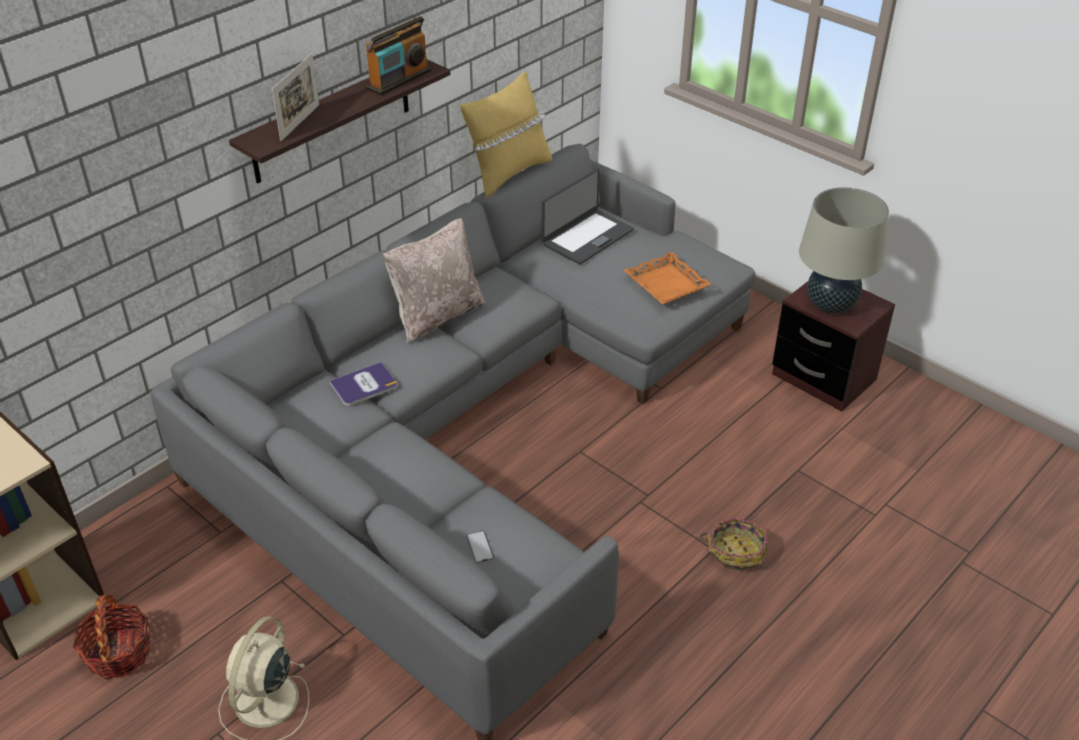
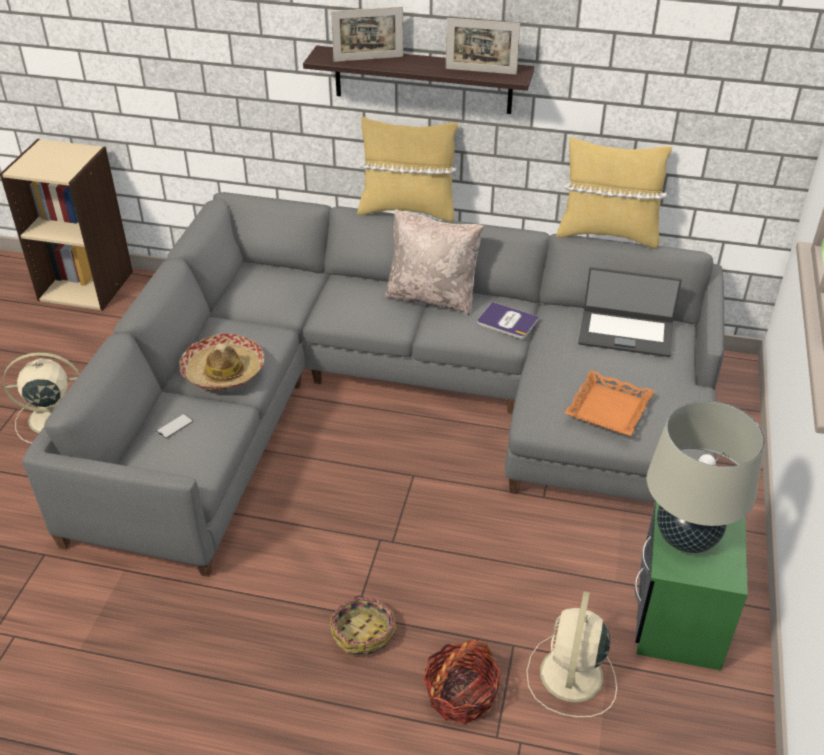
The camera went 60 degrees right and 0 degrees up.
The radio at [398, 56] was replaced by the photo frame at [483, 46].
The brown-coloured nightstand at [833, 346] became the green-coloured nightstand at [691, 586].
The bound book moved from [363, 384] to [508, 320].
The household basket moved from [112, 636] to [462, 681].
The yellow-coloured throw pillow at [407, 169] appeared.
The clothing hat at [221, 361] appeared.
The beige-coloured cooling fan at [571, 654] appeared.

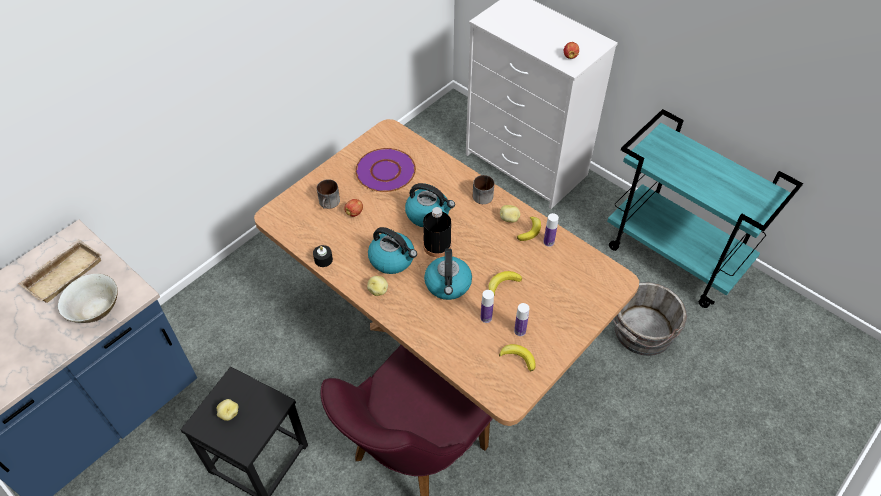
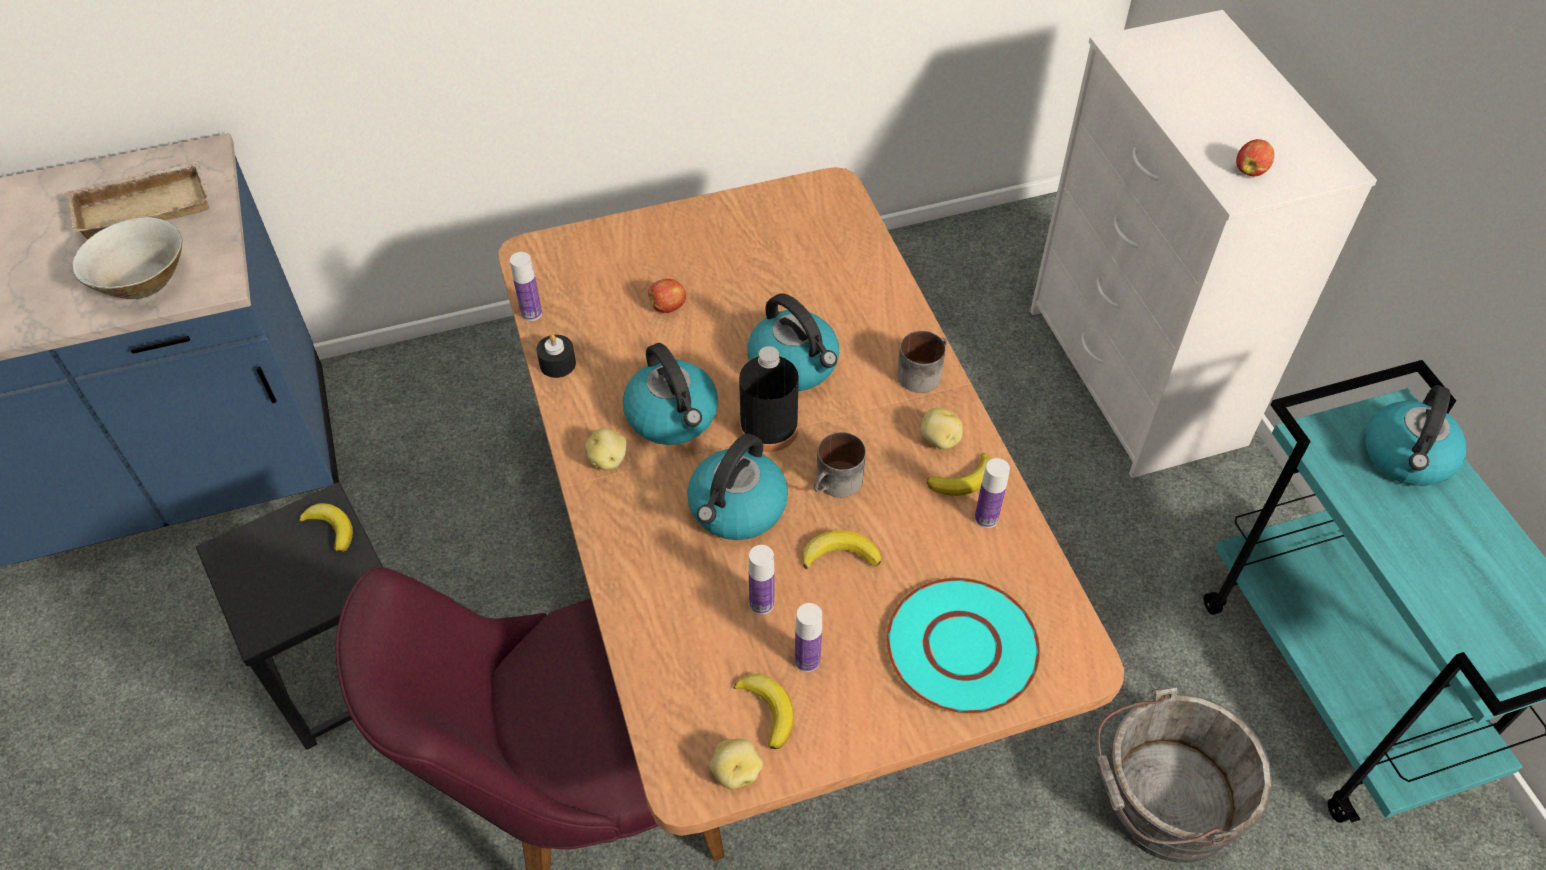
The camera went 30 degrees right and 0 degrees up.
The purple dinner plate at [385, 170] disappeared.
The tea mug moved from [328, 194] to [840, 464].
The potato moved from [228, 410] to [736, 764].
The bottle at [526, 286] appeared.
The tea kettle at [1415, 435] appeared.
The whole banana at [326, 528] appeared.
The turquoise dinner plate at [963, 646] appeared.

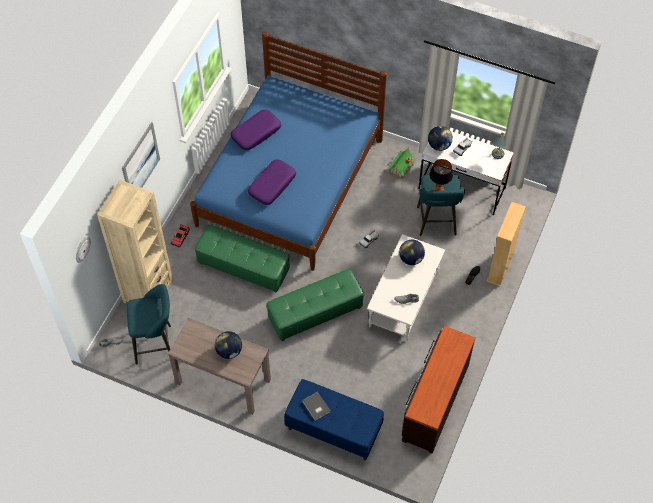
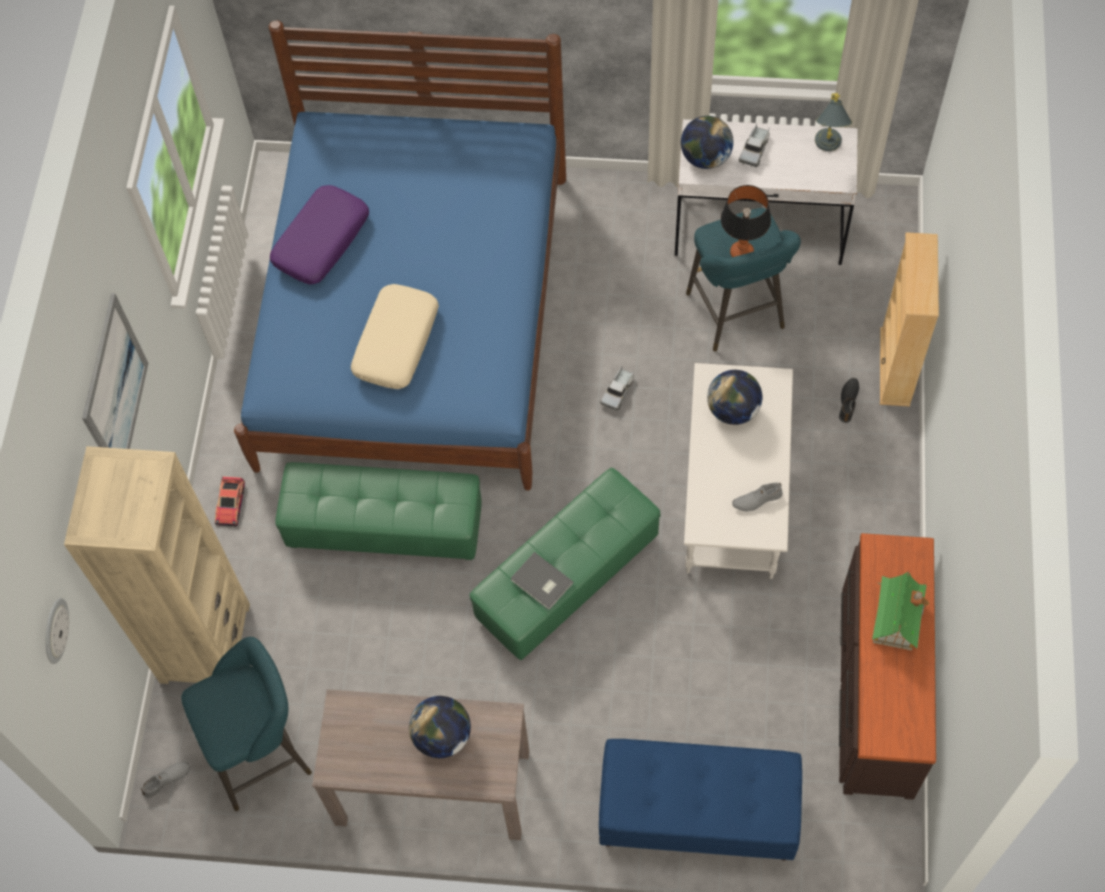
The camera went 15 degrees left and 5 degrees up.
The toy house moved from [401, 163] to [900, 610].
The purple throw pillow at [272, 182] became the beige-coloured throw pillow at [395, 336].
The gray bound book moved from [316, 406] to [541, 581].

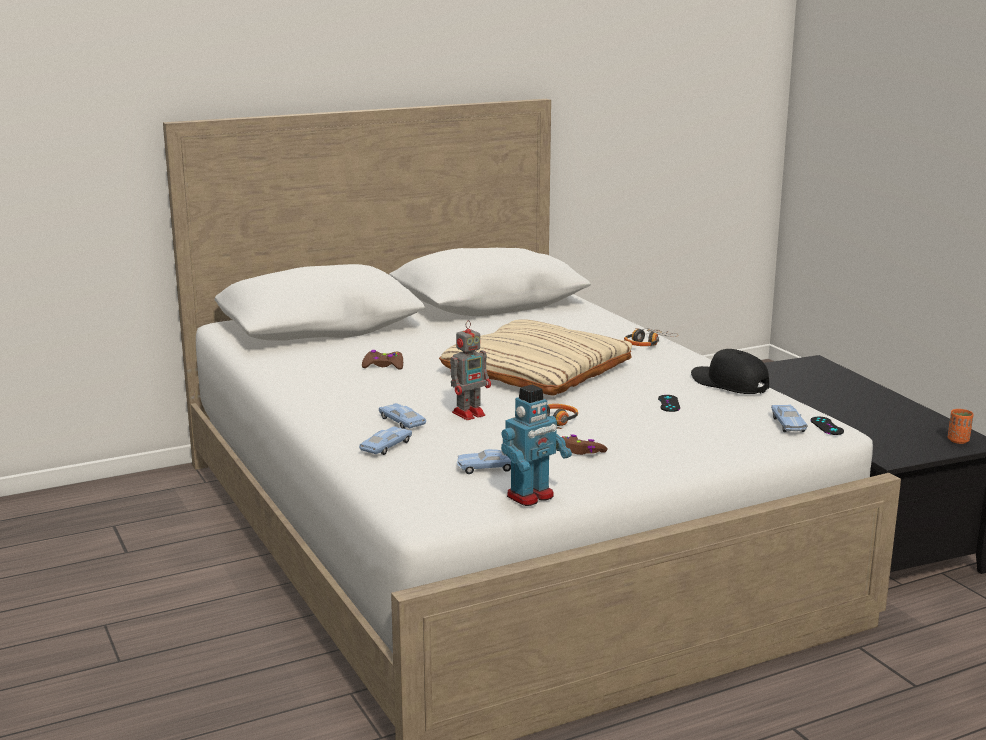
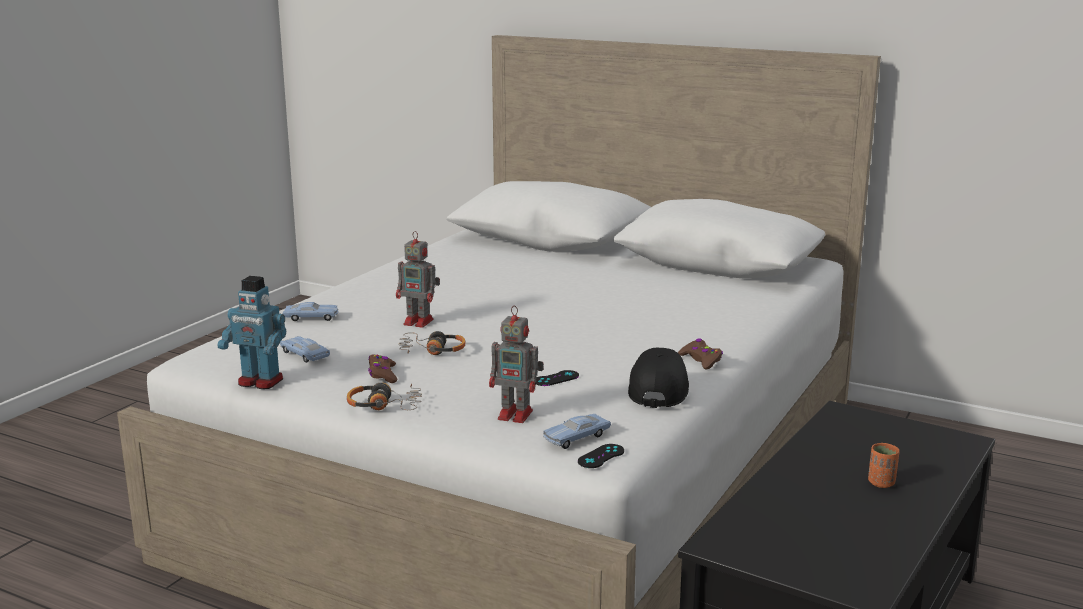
The camera went 55 degrees right and 0 degrees up.
The beige-coloured throw pillow at [535, 357] disappeared.
The headphones moved from [651, 337] to [384, 396].
The brown-coloured gamepad moved from [382, 359] to [700, 353].
The blue-coloured toy car at [402, 416] disappeared.
The orangey drinking cup moved from [961, 426] to [883, 465].
The model robot at [516, 364] appeared.

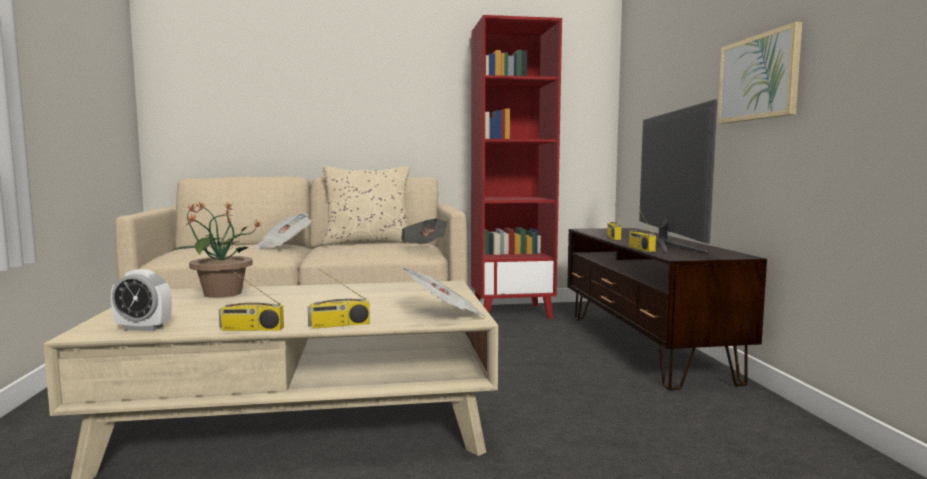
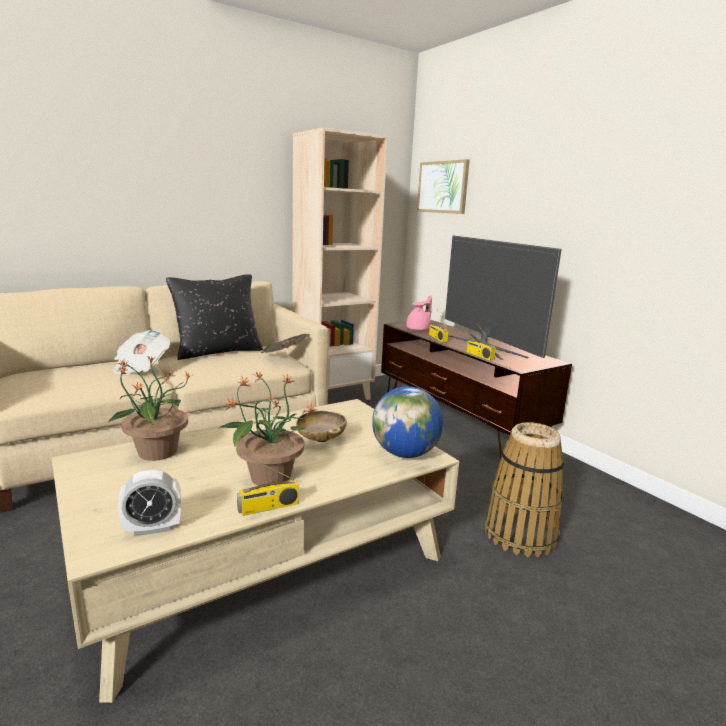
The camera went 25 degrees left and 10 degrees up.
The red bookshelf at [516, 167] became the beige-coloured bookshelf at [340, 263].
The wall art moved from [759, 73] to [443, 186].
The beige-coloured throw pillow at [366, 205] became the black throw pillow at [214, 317].
The daily paper at [444, 292] was replaced by the world globe at [408, 422].
The radio at [339, 299] disappeared.
The pinkish tea pot at [419, 313] appeared.
The plant in a pot at [268, 429] appeared.
The beige-coloured deep dish at [321, 426] appeared.
The household basket at [524, 489] appeared.

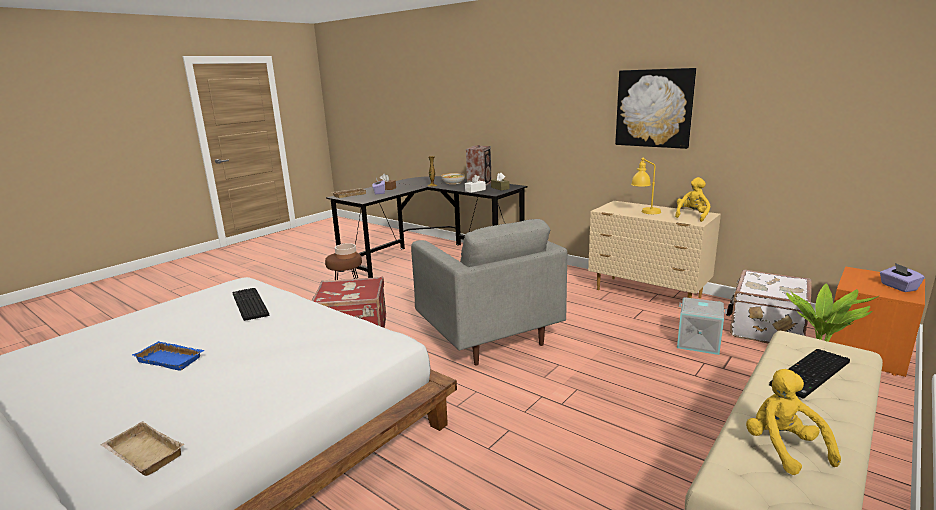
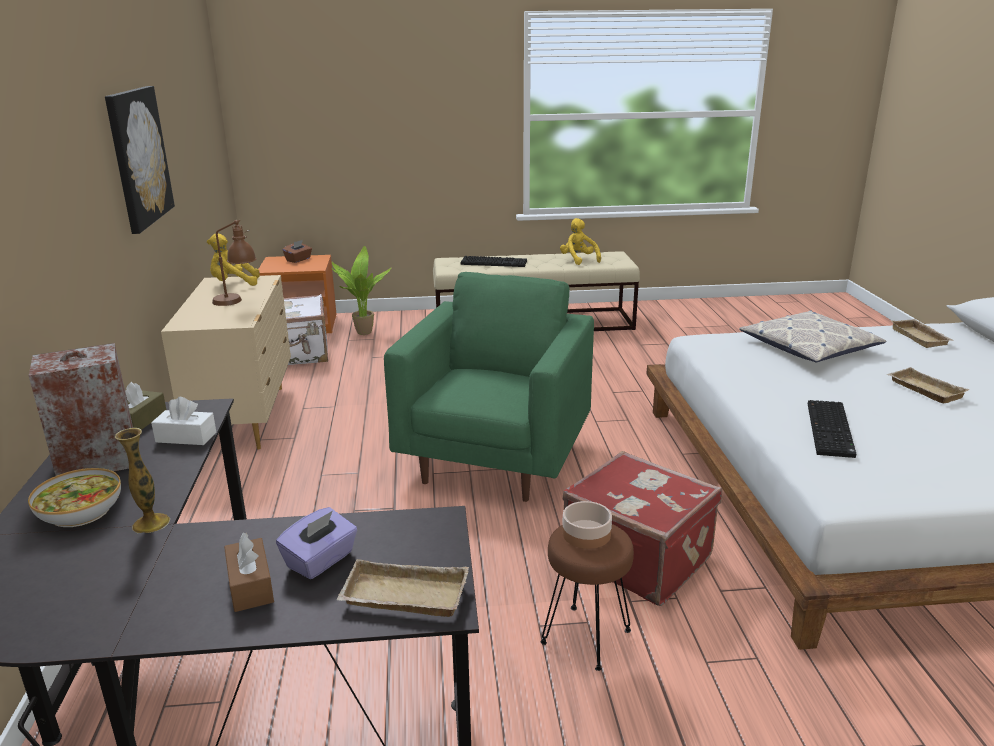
The camera went 135 degrees left and 5 degrees up.
The yellow-coloured tabletop lamp at [646, 186] became the brown-coloured tabletop lamp at [234, 263].
The gray armchair at [489, 292] became the green-coloured armchair at [489, 387].
The purple tissue box at [902, 277] became the brown-coloured tissue box at [297, 251].
The gray storage box at [702, 326] disappeared.
The blue-coloured tray at [168, 356] became the beige-coloured tray at [928, 385].
The yellow-coloured plush toy at [793, 422] turned 120 degrees clockwise.
The throw pillow at [813, 336] appeared.

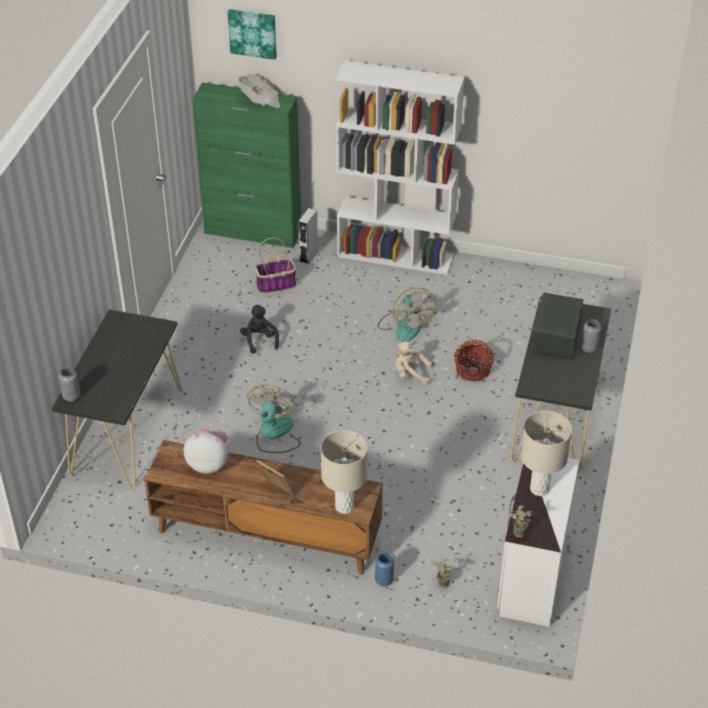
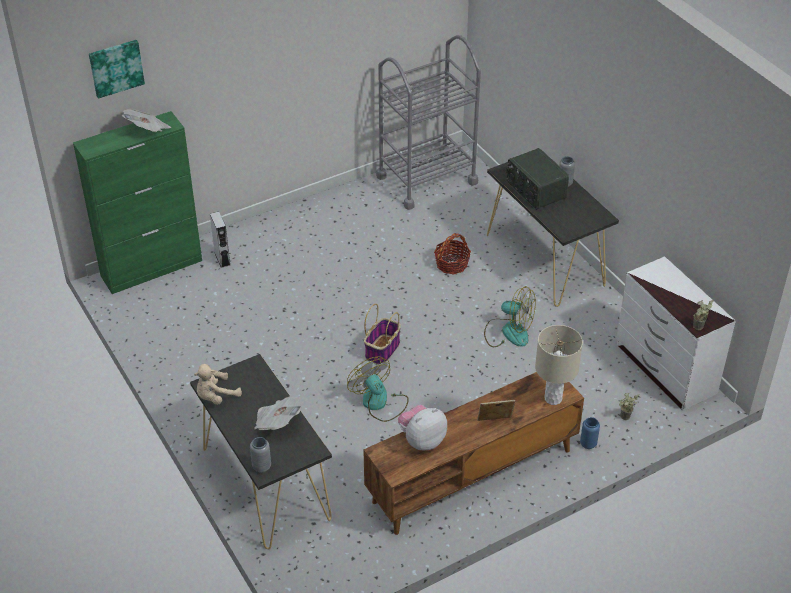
The camera went 45 degrees left and 0 degrees up.
The whitish bookshelf at [400, 167] disappeared.
The household basket moved from [275, 265] to [382, 334].
The cooling fan moved from [407, 315] to [510, 316].
The black plush toy at [259, 329] disappeared.
The beige-coloured plush toy moved from [413, 363] to [218, 384].
The beige-coloured tabletop lamp at [546, 453] disappeared.
The gray cart at [428, 122] appeared.
The daily paper at [277, 413] appeared.

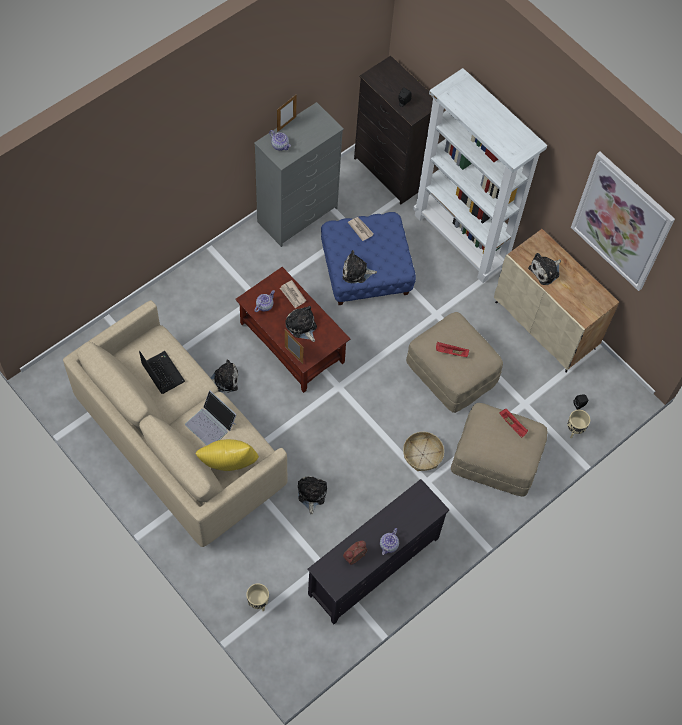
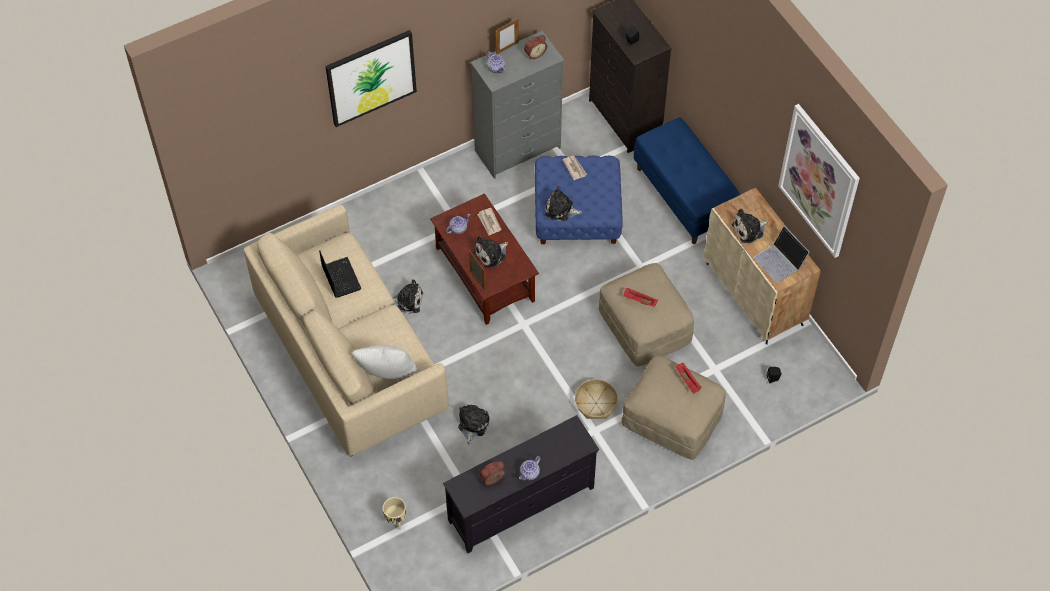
The camera went 15 degrees right and 5 degrees down.
The whitish bookshelf at [480, 175] was replaced by the blue-coloured indoor bench at [687, 180].
The plush toy at [301, 324] turned 105 degrees counterclockwise.
The portable computer moved from [210, 417] to [781, 254].
The beige-coloured flower pot at [578, 424] disappeared.
The yellow-coloured throw pillow at [227, 455] became the whitish throw pillow at [385, 362].
The wall art at [371, 78] appeared.
The alarm clock at [535, 47] appeared.

